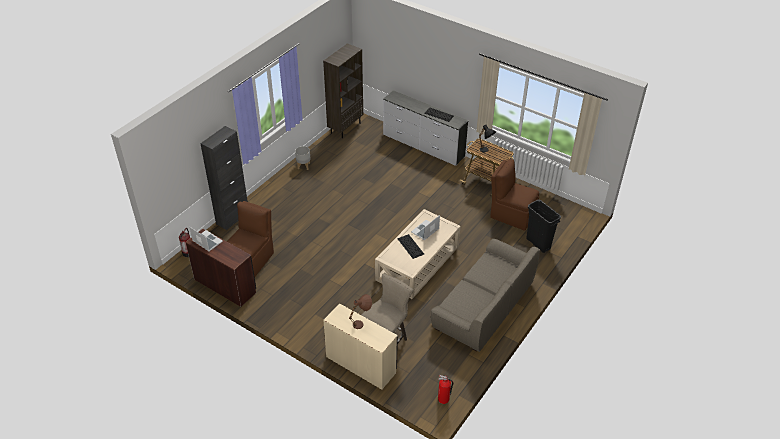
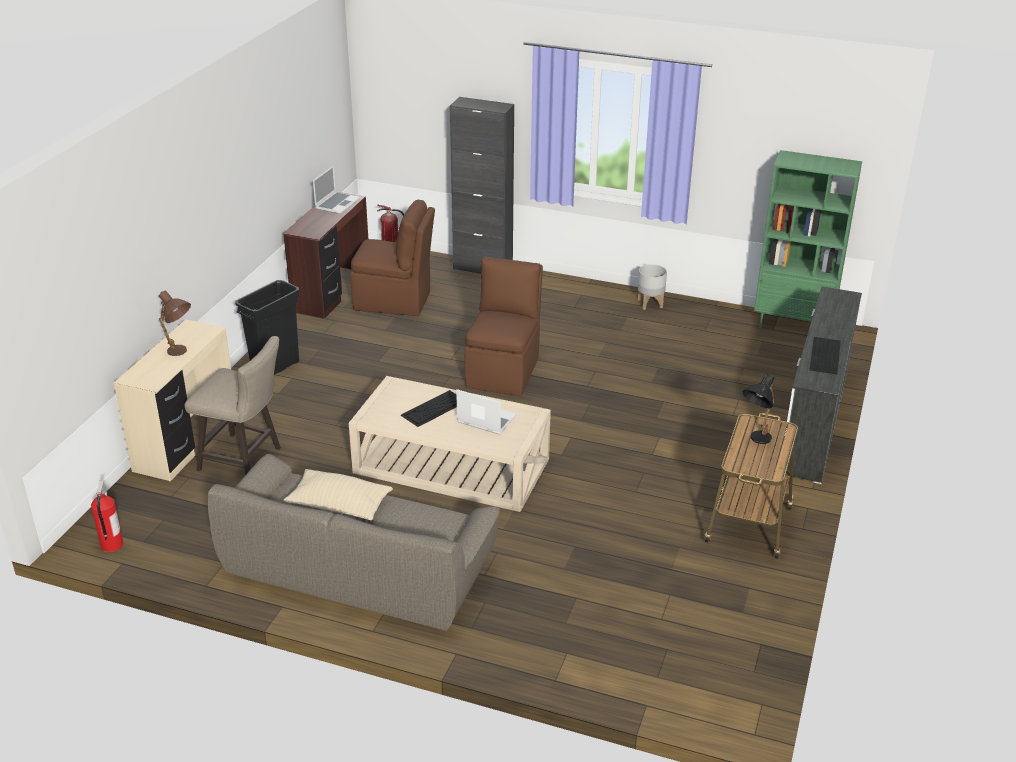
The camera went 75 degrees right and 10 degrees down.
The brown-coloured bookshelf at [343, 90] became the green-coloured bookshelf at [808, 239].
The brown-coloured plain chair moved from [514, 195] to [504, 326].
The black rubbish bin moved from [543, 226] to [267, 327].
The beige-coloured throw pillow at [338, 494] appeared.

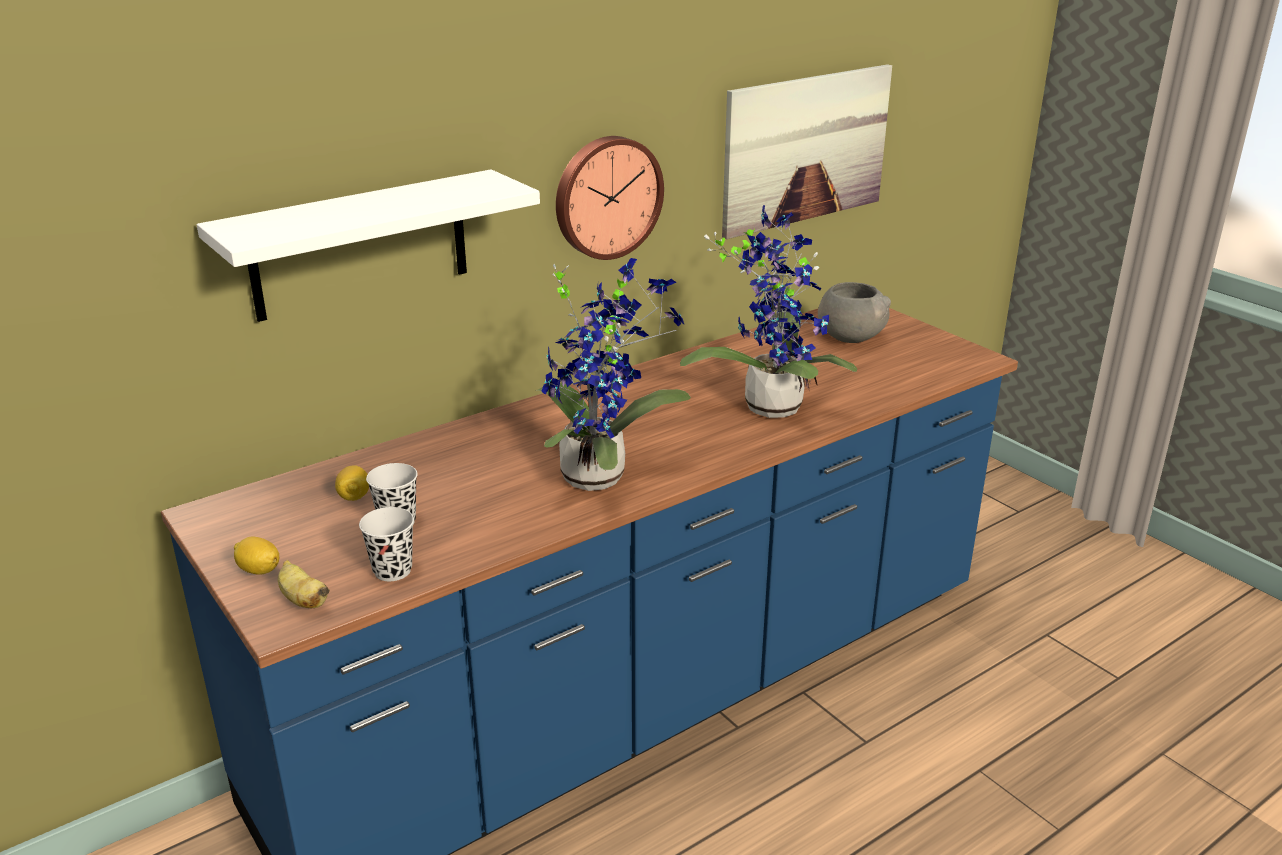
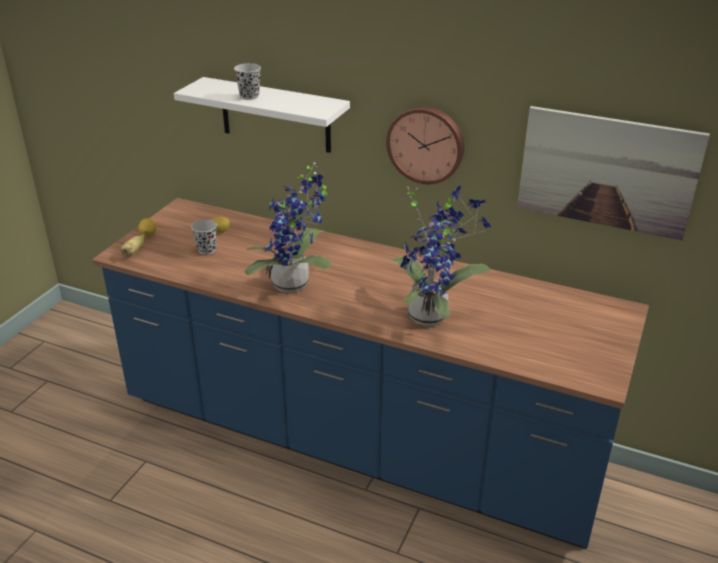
The camera went 60 degrees right and 5 degrees up.
The gray deep dish at [854, 312] disappeared.
The black drinking cup moved from [386, 544] to [247, 81].

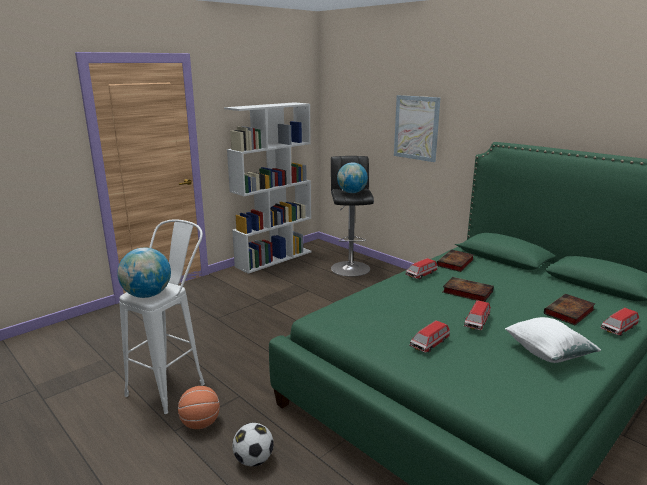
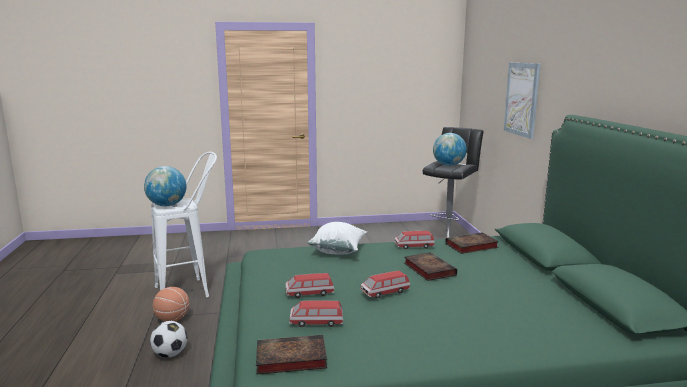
The camera went 35 degrees right and 5 degrees down.
The whitish bookshelf at [268, 188] disappeared.
The bound book moved from [569, 309] to [291, 355].
The toy car moved from [619, 322] to [316, 313].
The whitish throw pillow moved from [553, 340] to [337, 238].

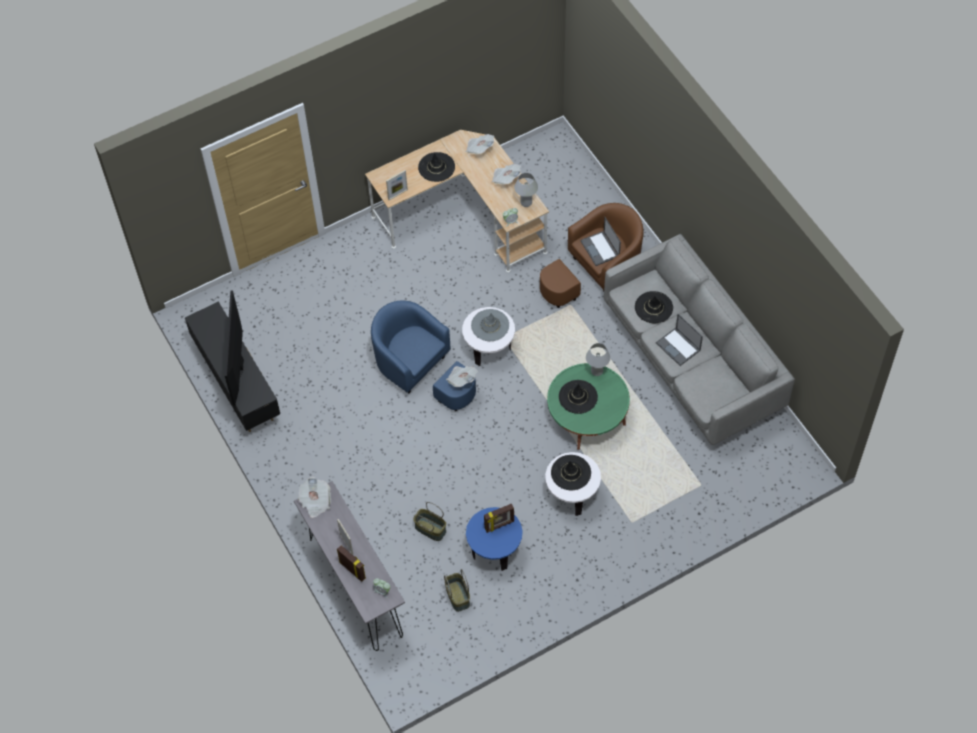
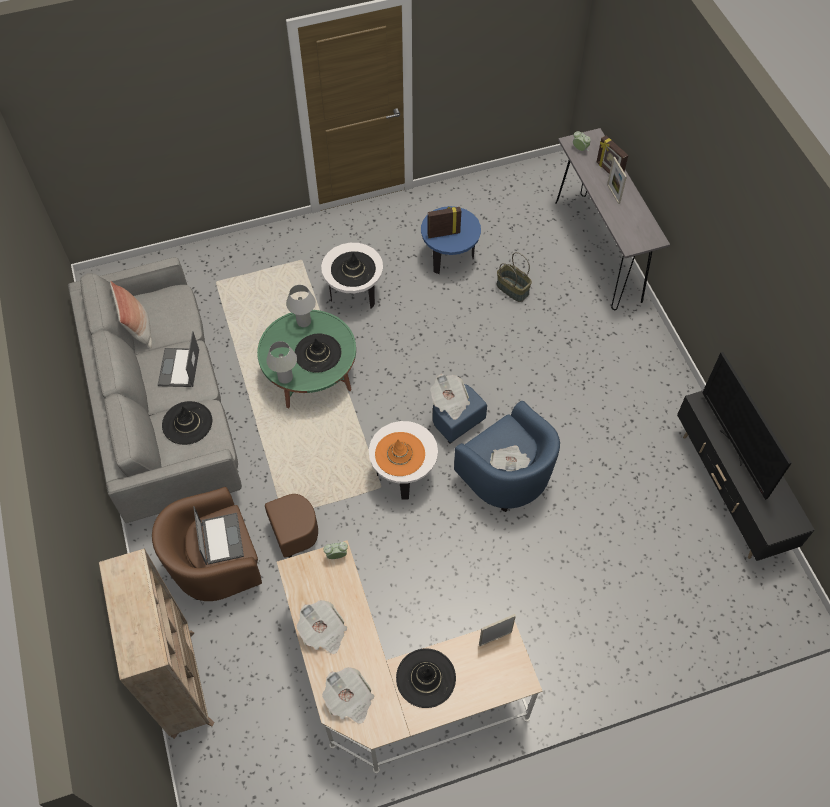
The camera went 170 degrees left and 0 degrees up.
The whitish tabletop lamp moved from [526, 190] to [301, 306].
The TV set at [234, 348] turned 150 degrees clockwise.
The gray clothing hat at [490, 325] became the orangey clothing hat at [400, 454].
The portable computer at [679, 340] turned 150 degrees counterclockwise.
The daily paper moved from [314, 497] to [510, 458].
The household basket at [457, 590] disappeared.
The throw pillow at [131, 315] appeared.
The beige-coloured bookshelf at [157, 643] appeared.

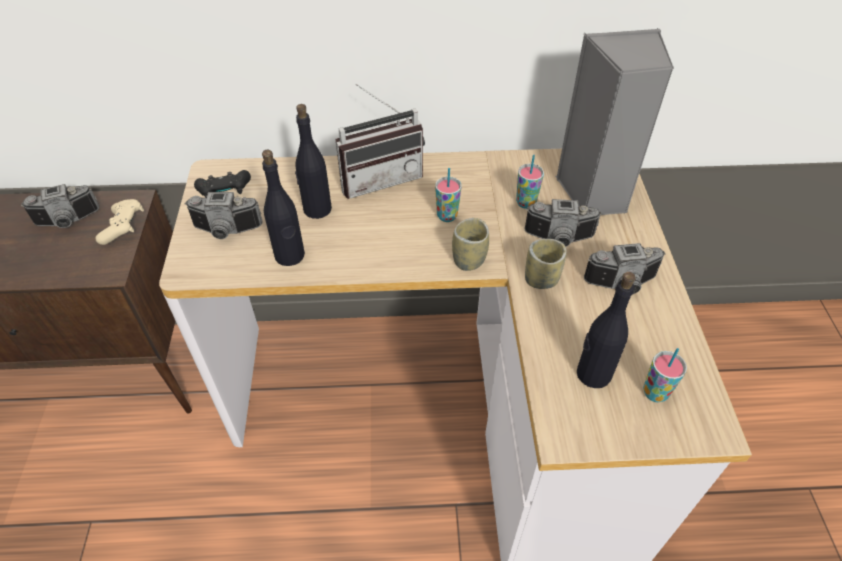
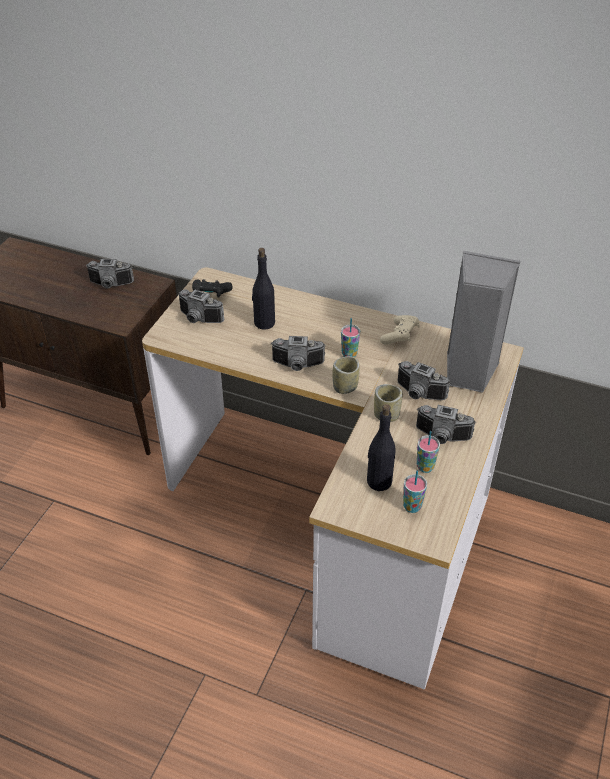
The camera went 25 degrees right and 5 degrees down.
The radio at [380, 141] disappeared.
The black bottle at [283, 208] disappeared.
The drinking cup moved from [530, 182] to [428, 452].
The beige-coloured gamepad moved from [119, 222] to [400, 329].
The photo camera at [298, 353] appeared.

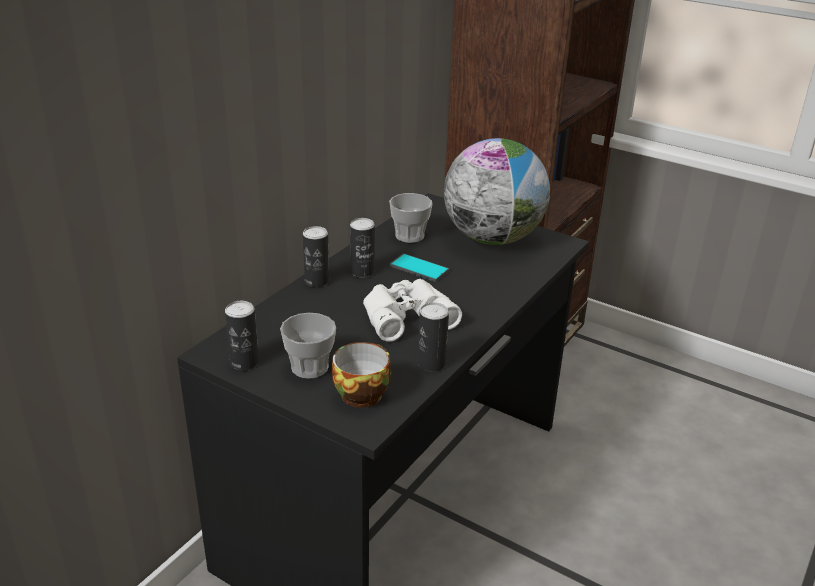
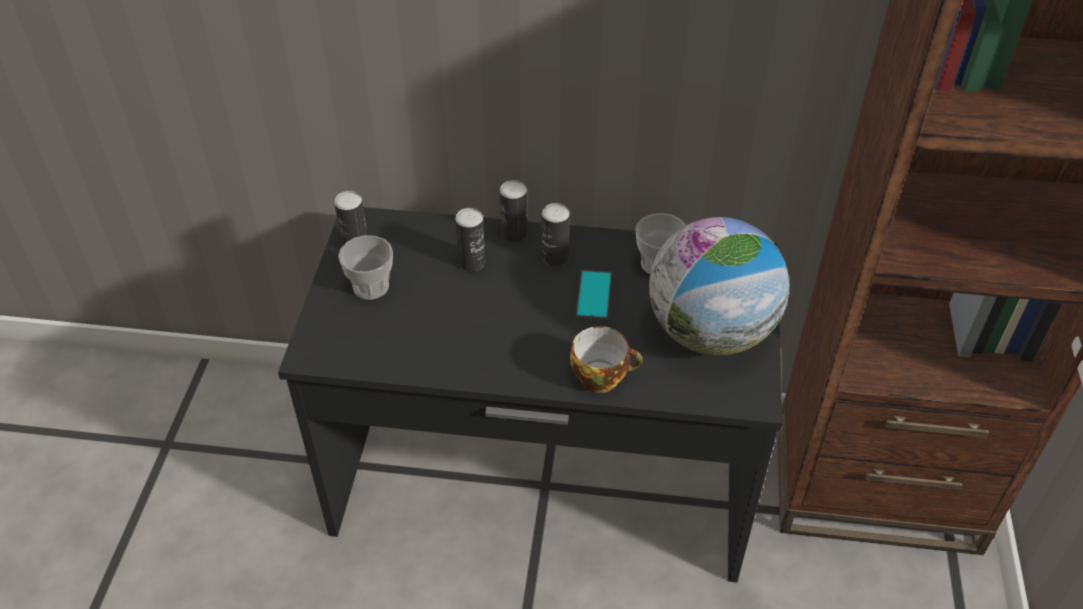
The camera went 65 degrees right and 15 degrees up.
The whitish binoculars at [412, 310] disappeared.
The sealed can moved from [433, 337] to [470, 239].
The drinking cup moved from [361, 375] to [606, 359].

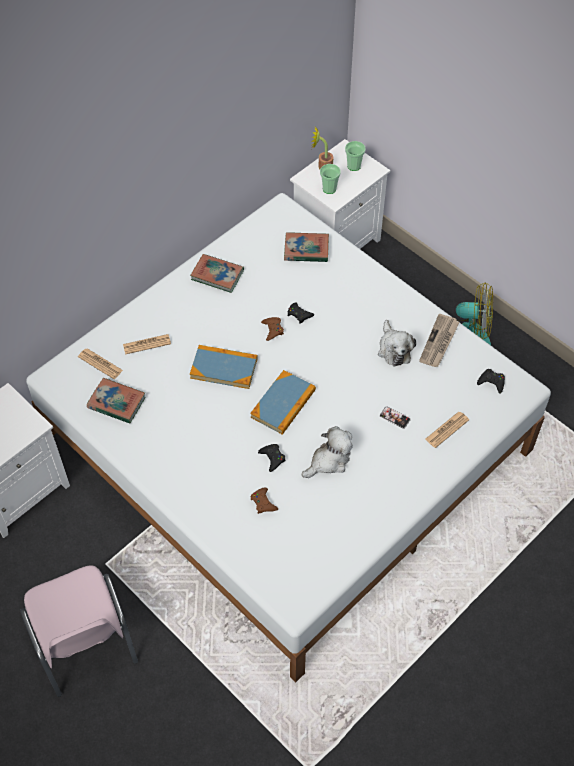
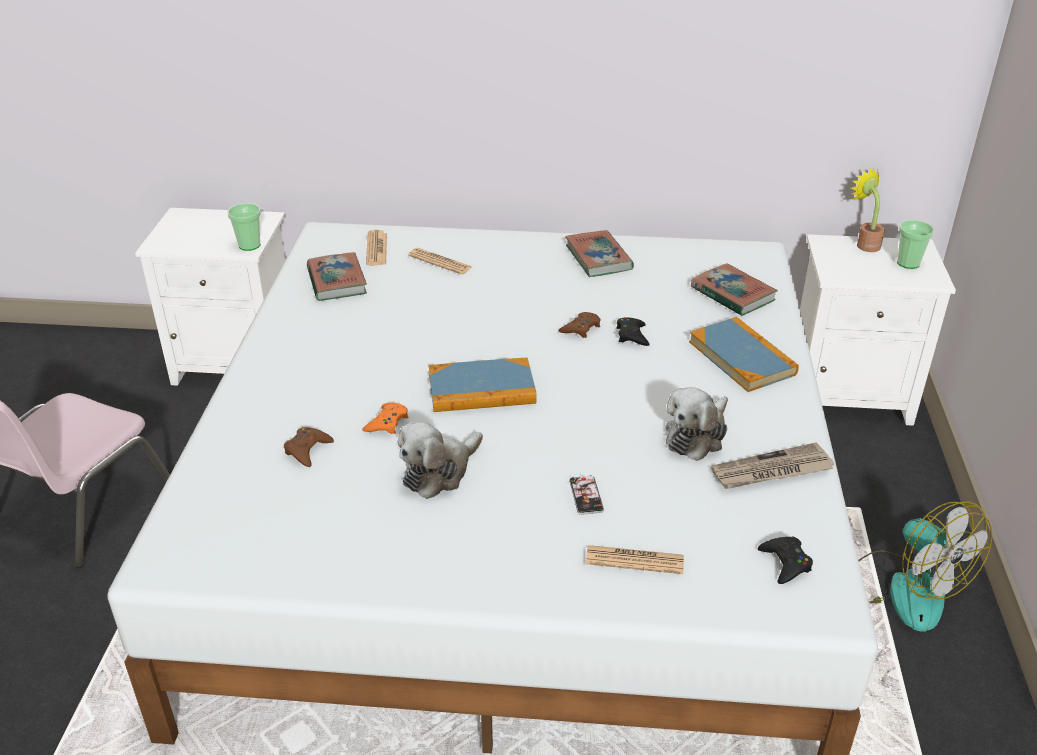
The camera went 50 degrees right and 20 degrees down.
The drinking cup moved from [330, 179] to [244, 227].
The bound book moved from [224, 367] to [744, 354].
The plush toy at [327, 452] turned 120 degrees clockwise.
The black gamepad at [272, 458] became the orangey gamepad at [385, 418].

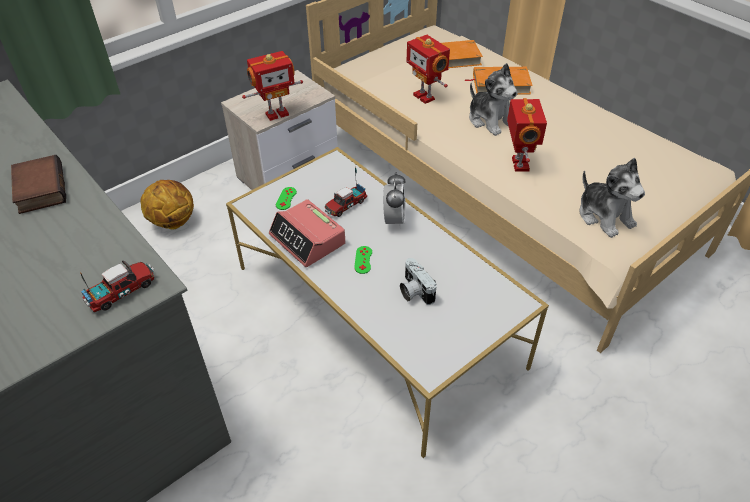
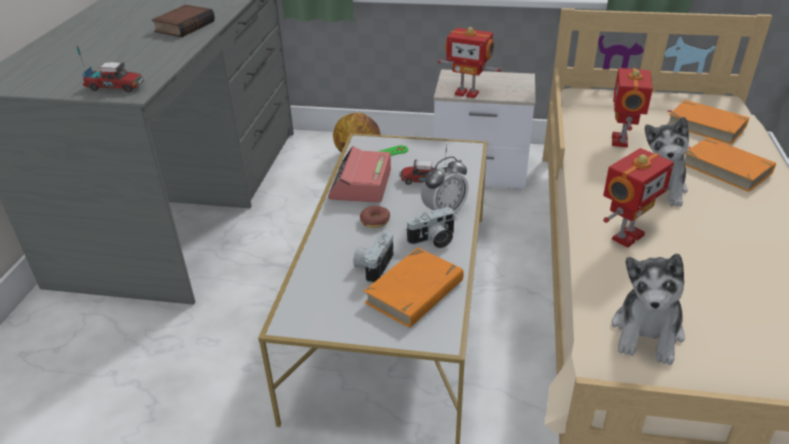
The camera went 50 degrees right and 10 degrees down.
The green-coloured gamepad at [363, 260] was replaced by the doughnut at [375, 217].
The photo camera at [431, 227] appeared.
The orangey bound book at [414, 288] appeared.

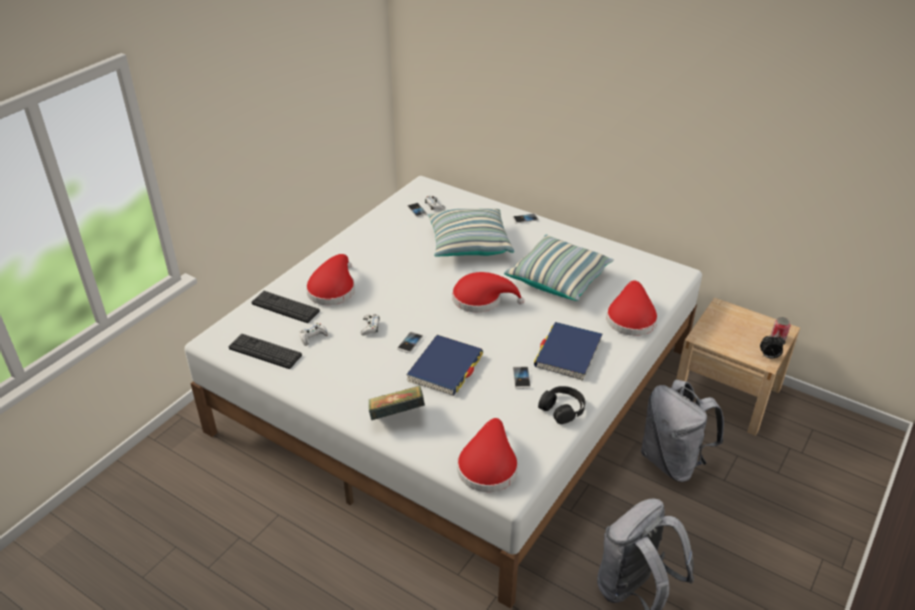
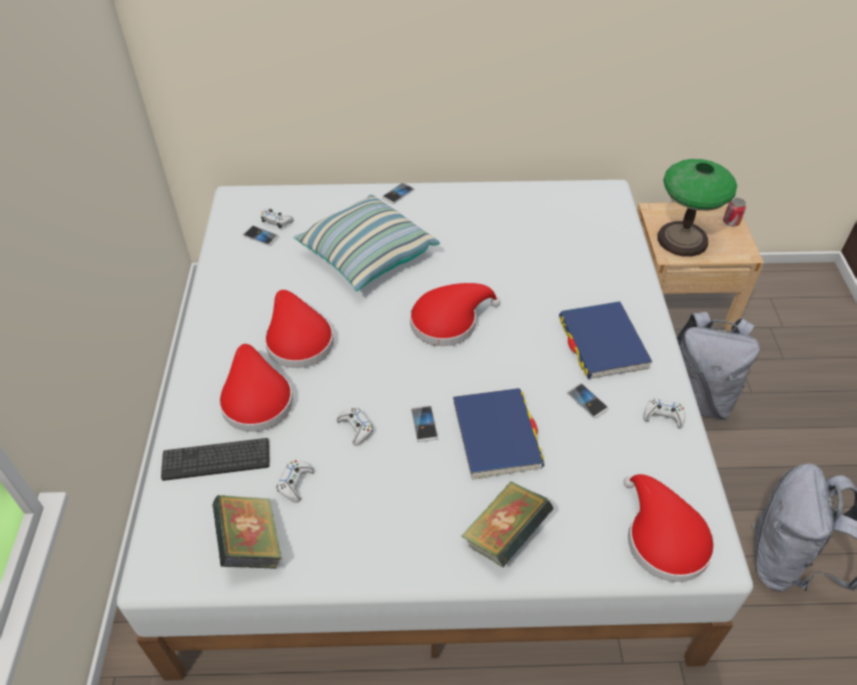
The camera went 35 degrees left and 10 degrees up.
The throw pillow at [559, 268] disappeared.
The red clothing hat moved from [632, 308] to [299, 329].
The keyboard at [265, 351] was replaced by the bound book at [247, 532].
The alarm clock at [772, 347] disappeared.
The black headphones at [561, 405] was replaced by the whitish gamepad at [664, 413].
The tabletop lamp at [697, 208] appeared.

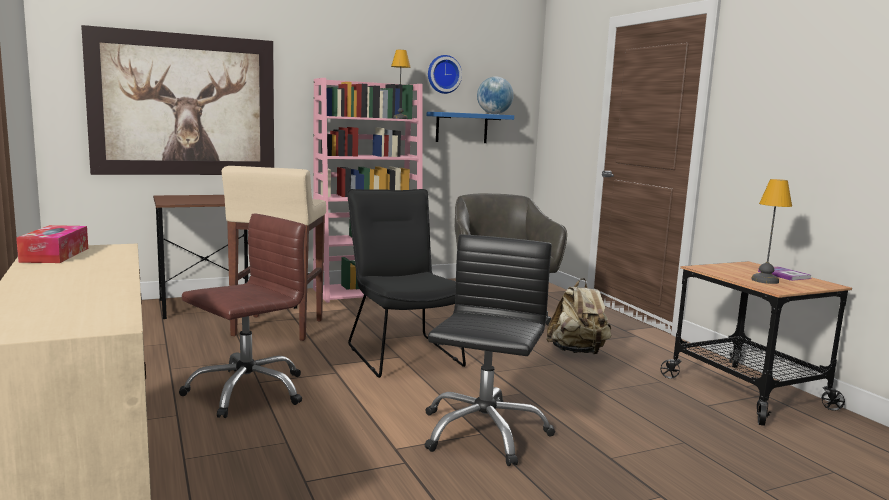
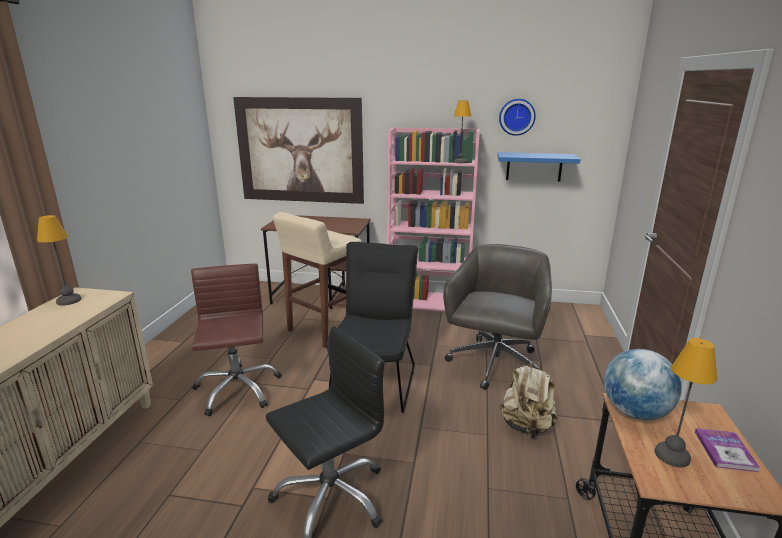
The camera went 35 degrees right and 10 degrees up.
The world globe moved from [495, 95] to [643, 384].
The brown-coloured office chair at [242, 315] turned 90 degrees counterclockwise.
The tissue box at [52, 244] was replaced by the tabletop lamp at [59, 260].

